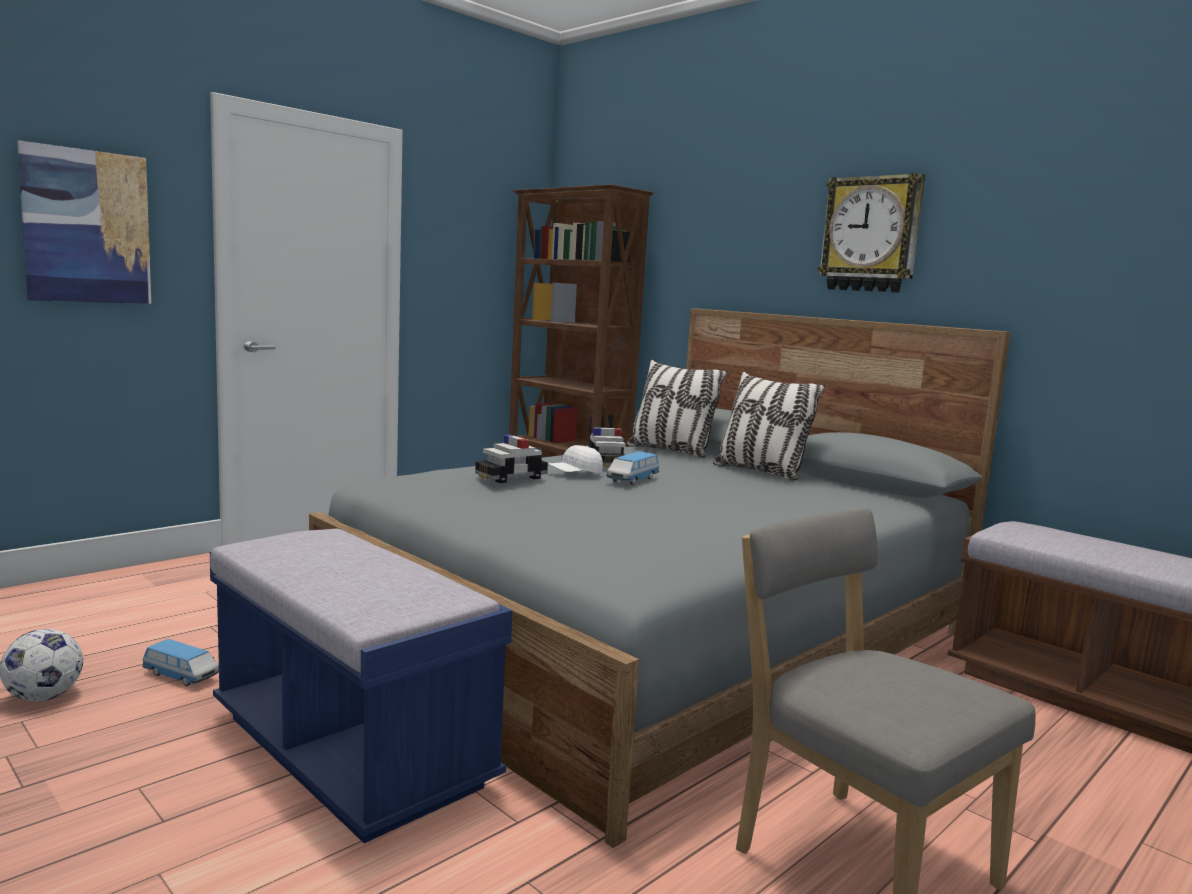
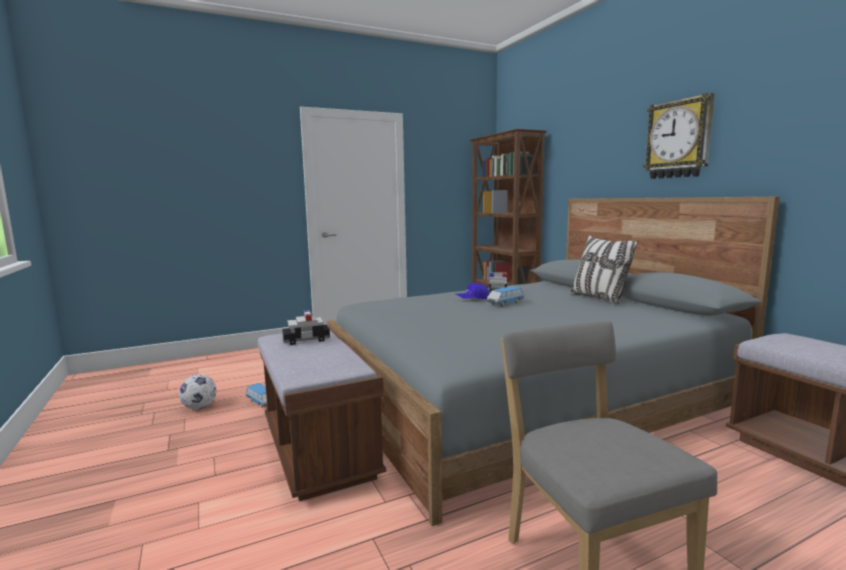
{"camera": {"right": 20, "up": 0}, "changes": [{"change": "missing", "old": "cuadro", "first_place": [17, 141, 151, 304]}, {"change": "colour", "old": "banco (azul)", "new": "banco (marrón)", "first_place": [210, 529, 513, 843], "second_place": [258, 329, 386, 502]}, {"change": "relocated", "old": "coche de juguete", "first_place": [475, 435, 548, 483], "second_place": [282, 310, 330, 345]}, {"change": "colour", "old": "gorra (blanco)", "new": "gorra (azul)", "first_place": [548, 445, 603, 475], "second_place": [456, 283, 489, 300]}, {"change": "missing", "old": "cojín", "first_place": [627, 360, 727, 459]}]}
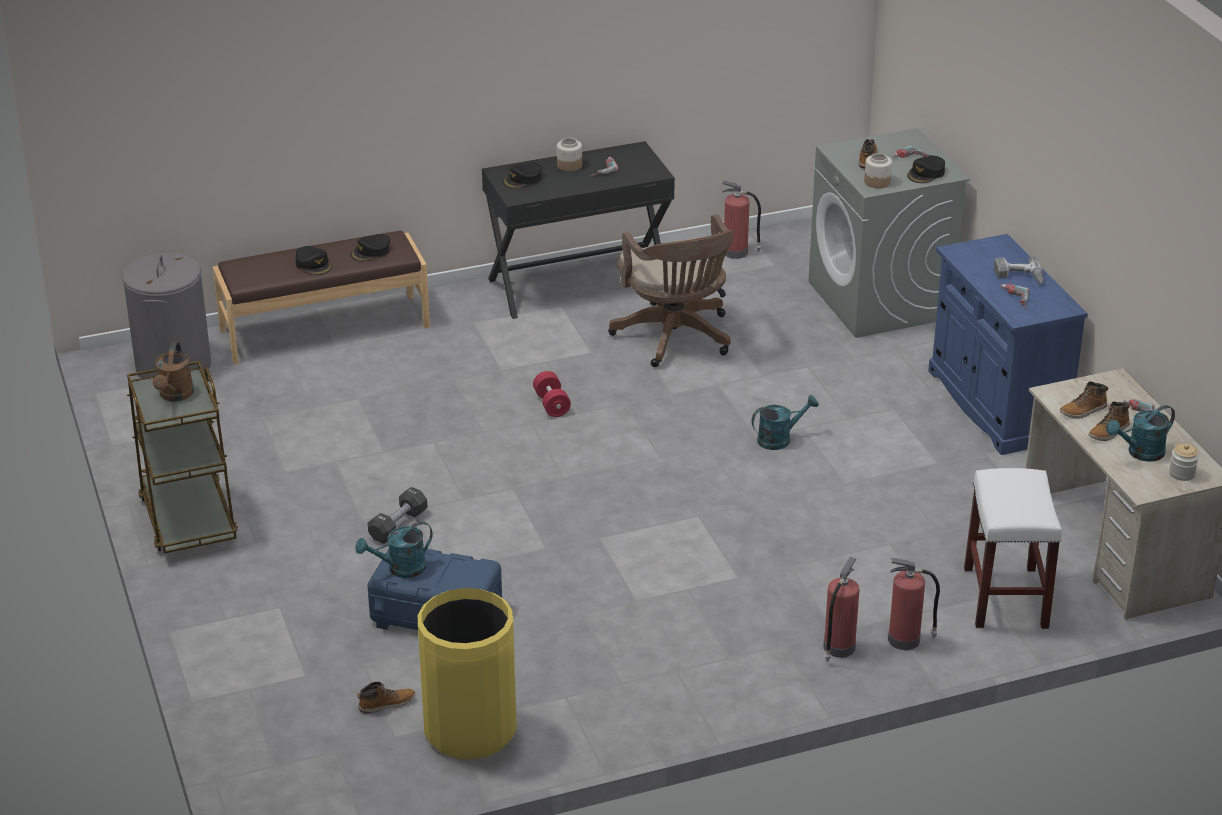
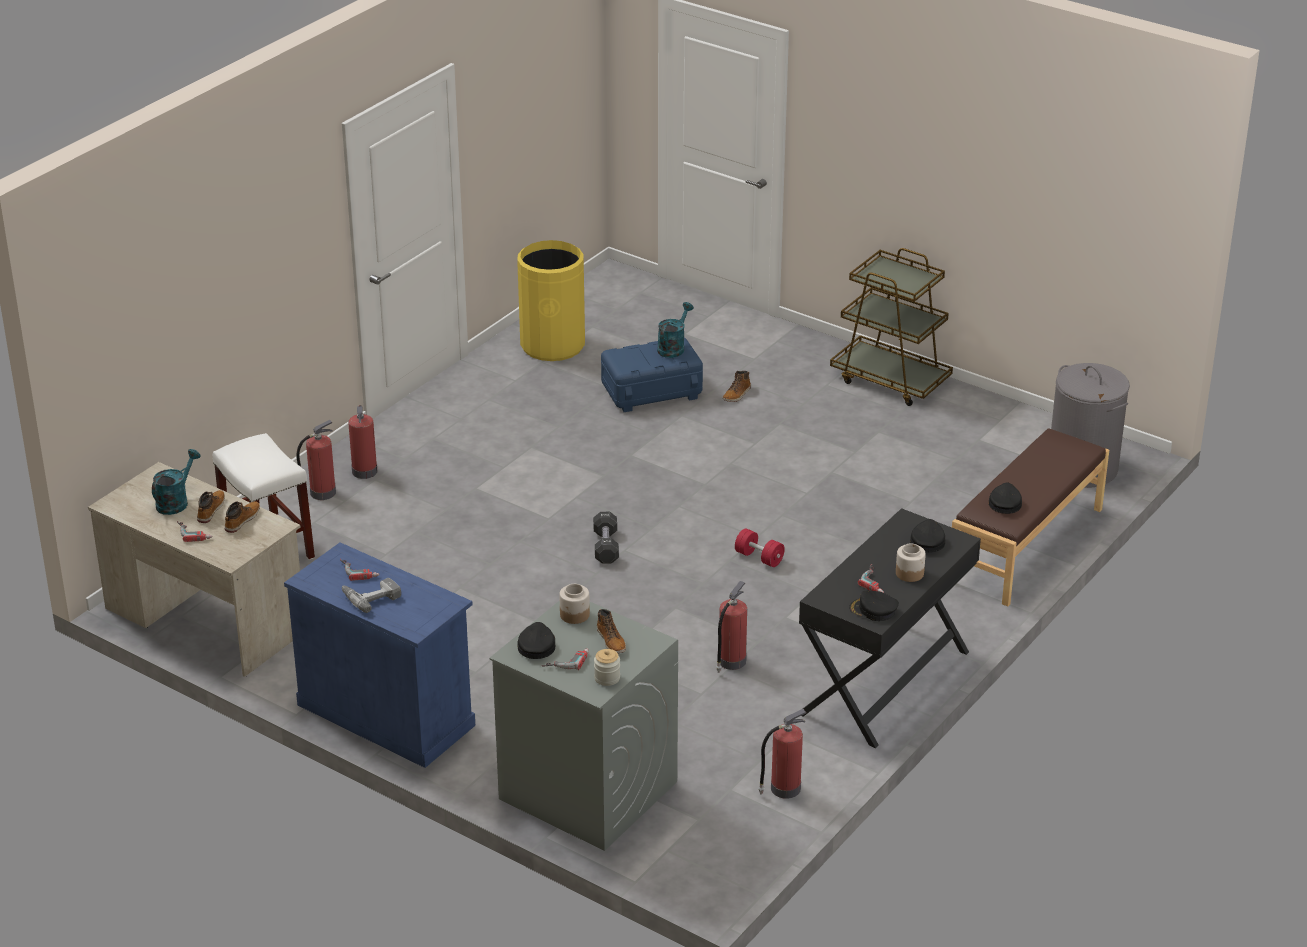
{"camera": {"right": 145, "up": 0}, "changes": [{"change": "missing", "old": "regadera (marrón)", "first_place": [153, 342, 194, 402]}, {"change": "relocated", "old": "gorra (negro)", "first_place": [296, 246, 332, 275], "second_place": [849, 590, 899, 621]}, {"change": "relocated", "old": "bota", "first_place": [357, 682, 415, 714], "second_place": [722, 371, 751, 402]}, {"change": "relocated", "old": "mancuerna (negro)", "first_place": [368, 487, 427, 544], "second_place": [593, 512, 619, 564]}, {"change": "exchanged", "old": "silla de oficina (marrón)", "new": "extintor", "first_place": [608, 214, 734, 367], "second_place": [716, 581, 747, 673]}, {"change": "missing", "old": "regadera (turquesa)", "first_place": [752, 395, 819, 450]}, {"change": "relocated", "old": "tarro", "first_place": [1169, 444, 1199, 481], "second_place": [594, 649, 620, 686]}]}
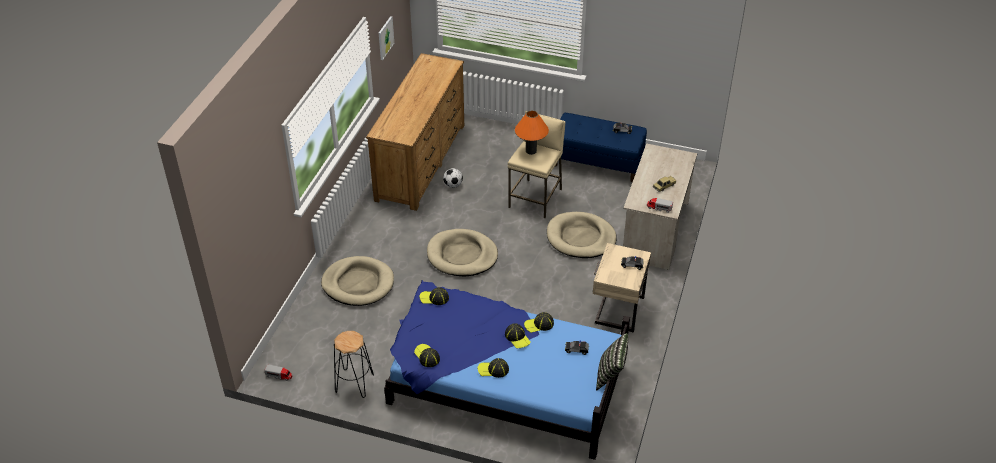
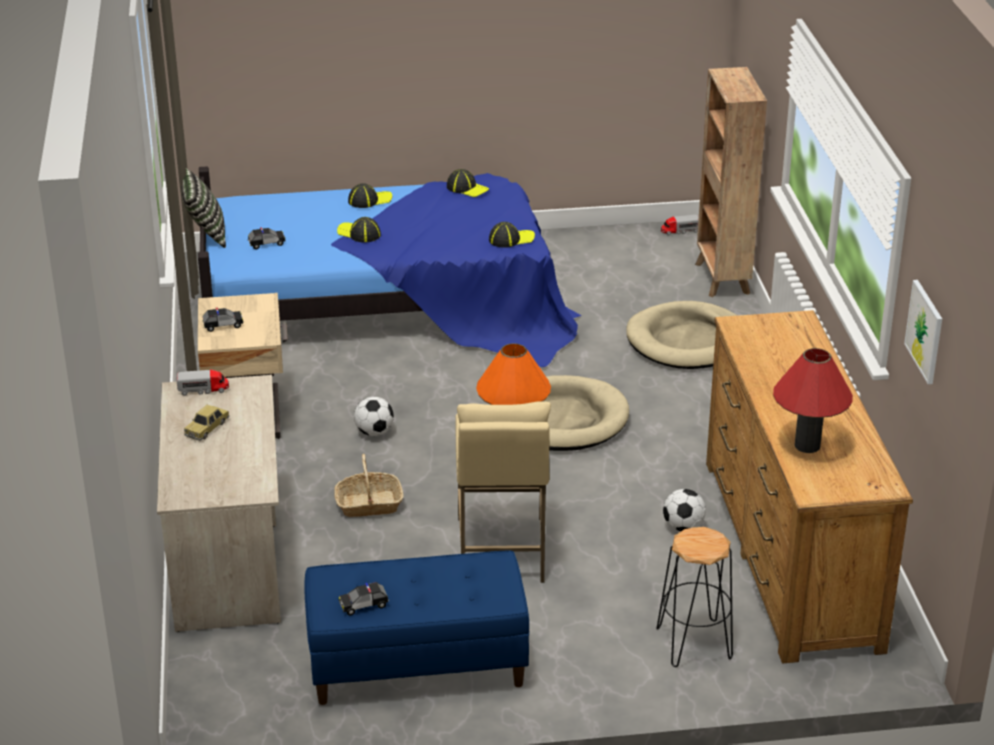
{"camera": {"right": 155, "up": -10}, "changes": [{"change": "relocated", "old": "taburete (negro)", "first_place": [334, 331, 374, 398], "second_place": [656, 527, 733, 667]}, {"change": "missing", "old": "gorra", "first_place": [524, 312, 554, 333]}, {"change": "exchanged", "old": "cama para perro (beis)", "new": "cesta", "first_place": [547, 212, 617, 258], "second_place": [334, 454, 404, 517]}, {"change": "appeared", "new": "balón de fútbol", "second_place": [354, 397, 394, 436]}, {"change": "appeared", "new": "estantería (marrón)", "second_place": [695, 67, 767, 297]}, {"change": "appeared", "new": "lámpara de mesa (rojo)", "second_place": [773, 348, 853, 453]}]}
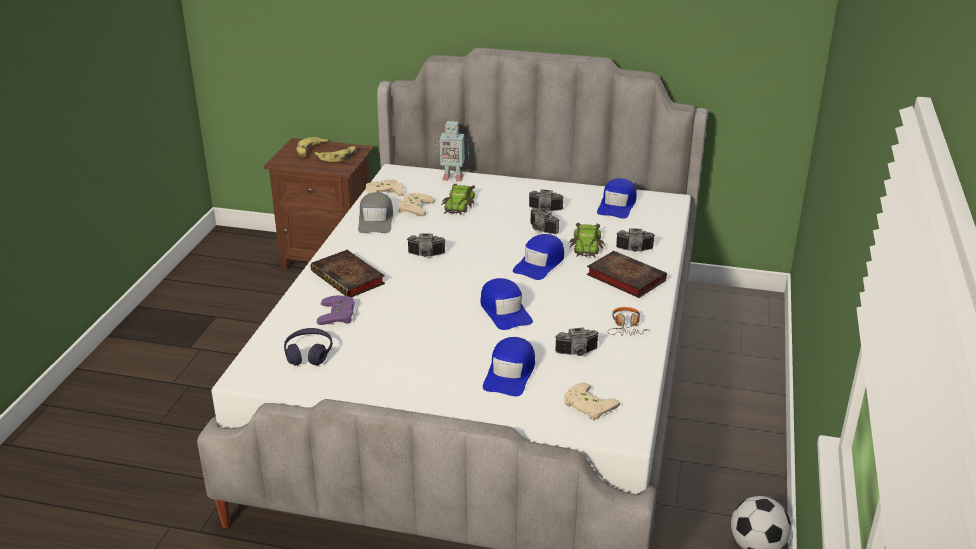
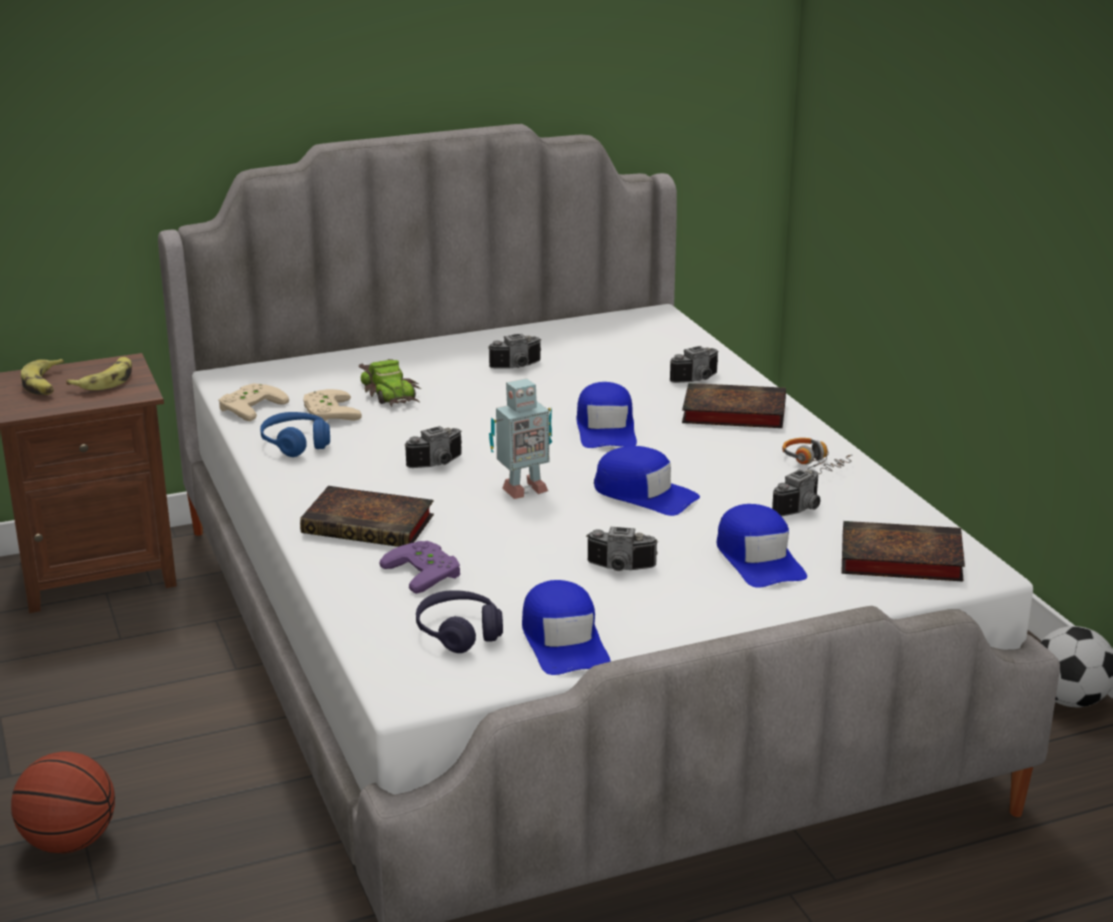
{"camera": {"right": -35, "up": -5}, "changes": [{"change": "exchanged", "old": "gorra (gris)", "new": "auriculares (azul)", "first_place": [358, 192, 393, 233], "second_place": [260, 412, 330, 457]}, {"change": "relocated", "old": "robot de juguete", "first_place": [435, 121, 469, 182], "second_place": [489, 378, 552, 499]}, {"change": "relocated", "old": "cámara", "first_place": [530, 208, 559, 234], "second_place": [587, 527, 658, 571]}, {"change": "exchanged", "old": "mando de consola (beis)", "new": "libro", "first_place": [564, 383, 620, 421], "second_place": [841, 521, 965, 582]}, {"change": "missing", "old": "coche de juguete", "first_place": [569, 223, 605, 259]}, {"change": "relocated", "old": "gorra (azul)", "first_place": [597, 178, 637, 219], "second_place": [522, 580, 611, 675]}, {"change": "appeared", "new": "balón de baloncesto", "second_place": [11, 751, 115, 853]}]}
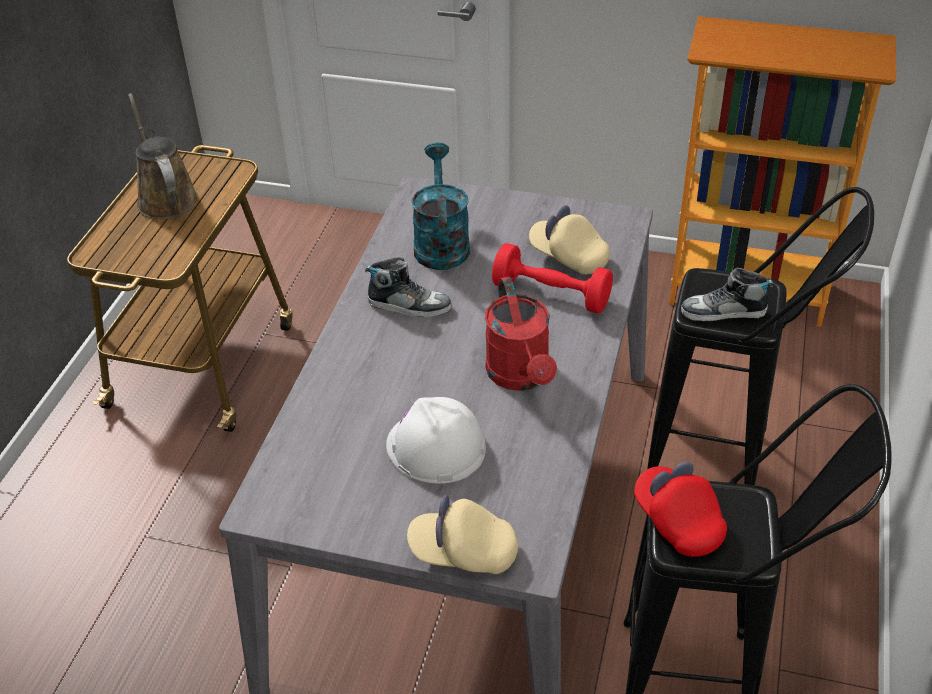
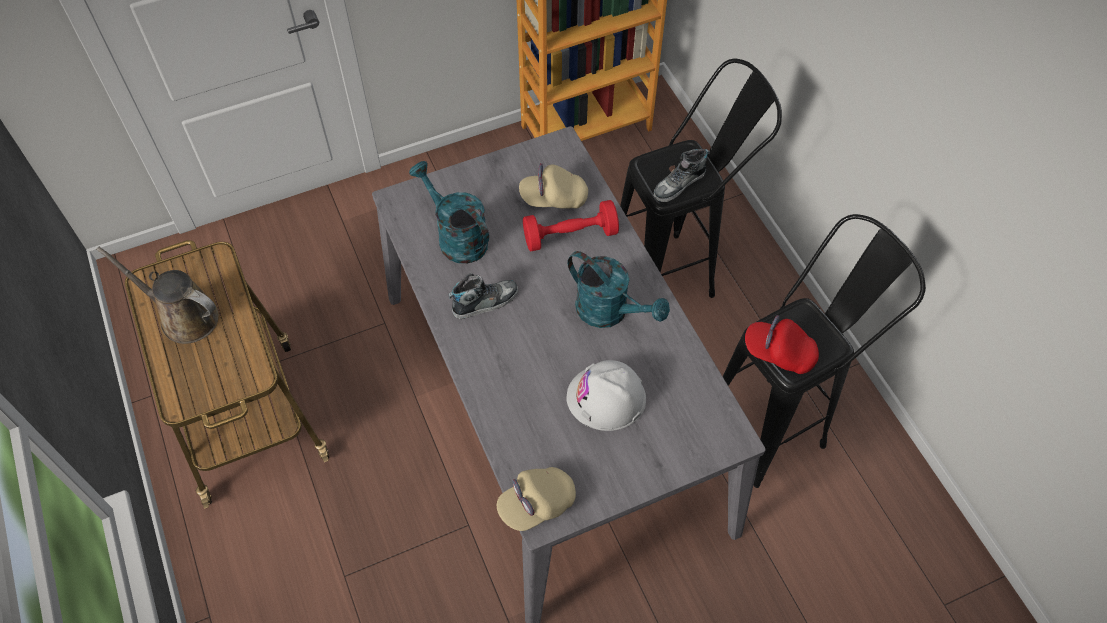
{"camera": {"right": -40, "up": 15}, "changes": [{"change": "relocated", "old": "gorra (beis)", "first_place": [407, 495, 519, 574], "second_place": [497, 467, 576, 531]}, {"change": "colour", "old": "regadera (rojo)", "new": "regadera (turquesa)", "first_place": [485, 277, 557, 391], "second_place": [567, 251, 670, 328]}]}
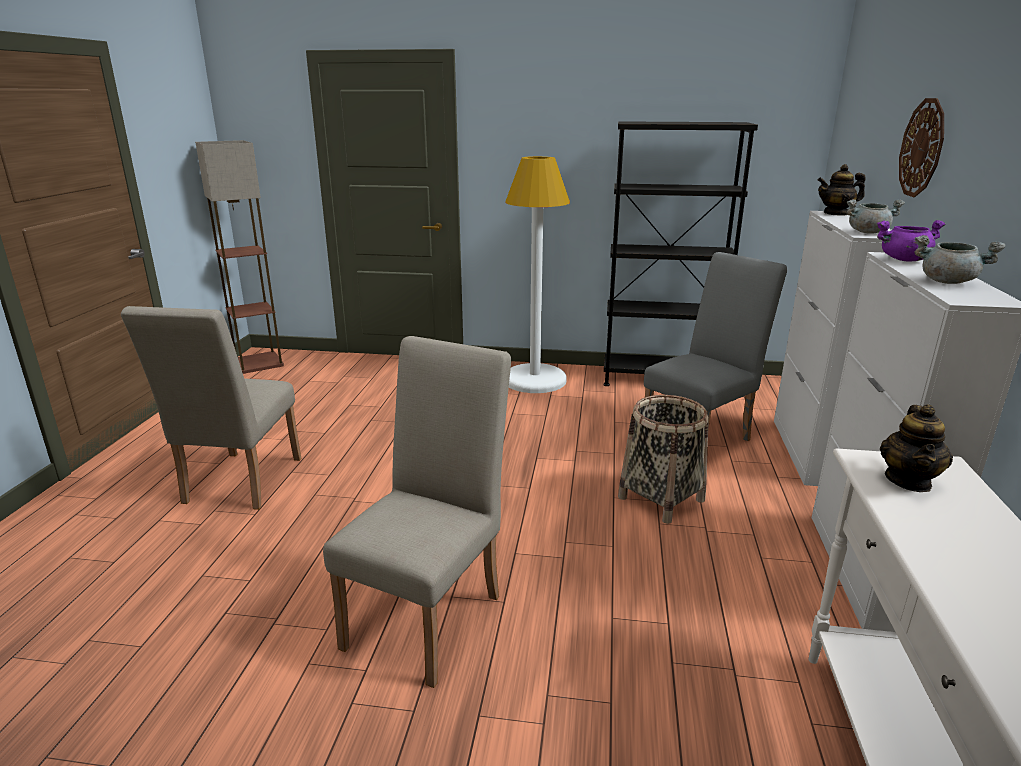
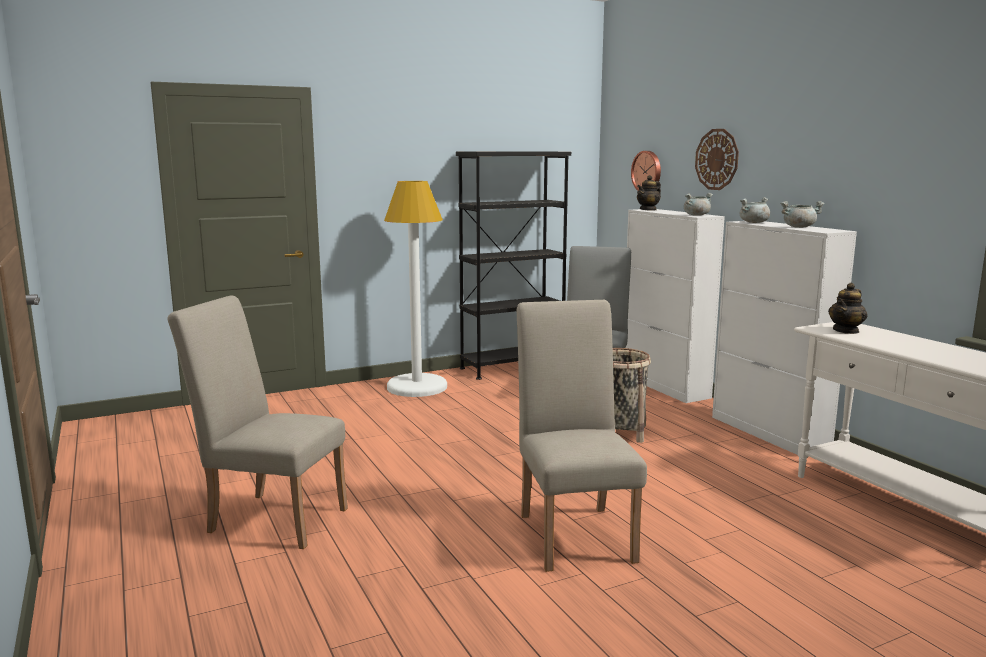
{"camera": {"right": -35, "up": -10}, "changes": [{"change": "spun", "old": "silla (beis)", "first_place": [121, 306, 302, 510], "second_place": [167, 295, 348, 549], "degrees": 135}, {"change": "missing", "old": "lámpara de pie", "first_place": [195, 140, 284, 374]}, {"change": "colour", "old": "olla (morado)", "new": "olla (gris)", "first_place": [877, 220, 946, 261], "second_place": [740, 197, 770, 223]}, {"change": "spun", "old": "tetera", "first_place": [880, 404, 953, 492], "second_place": [828, 283, 867, 334], "degrees": 60}, {"change": "appeared", "new": "reloj de pared", "second_place": [631, 151, 661, 191]}]}
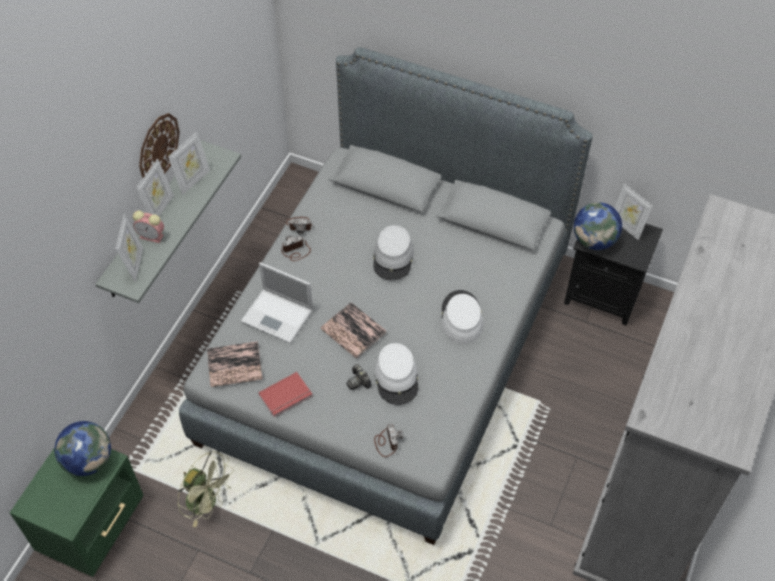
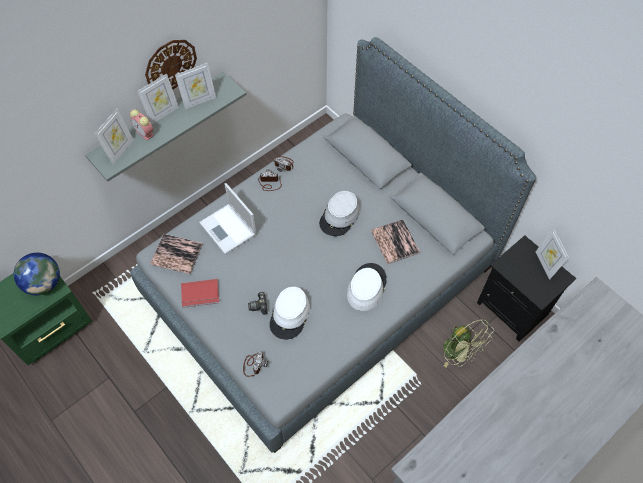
{"camera": {"right": 25, "up": 5}, "changes": [{"change": "relocated", "old": "ventilador (verde)", "first_place": [178, 451, 234, 527], "second_place": [443, 319, 494, 367]}, {"change": "relocated", "old": "libro", "first_place": [320, 302, 387, 359], "second_place": [371, 219, 420, 264]}, {"change": "missing", "old": "globo terráqueo", "first_place": [574, 202, 622, 250]}]}
